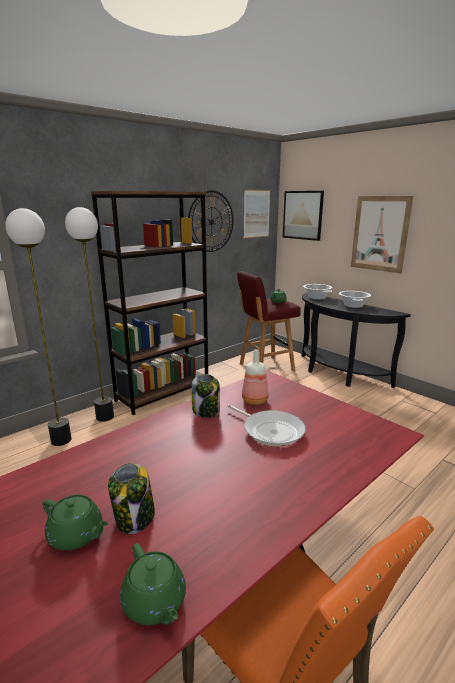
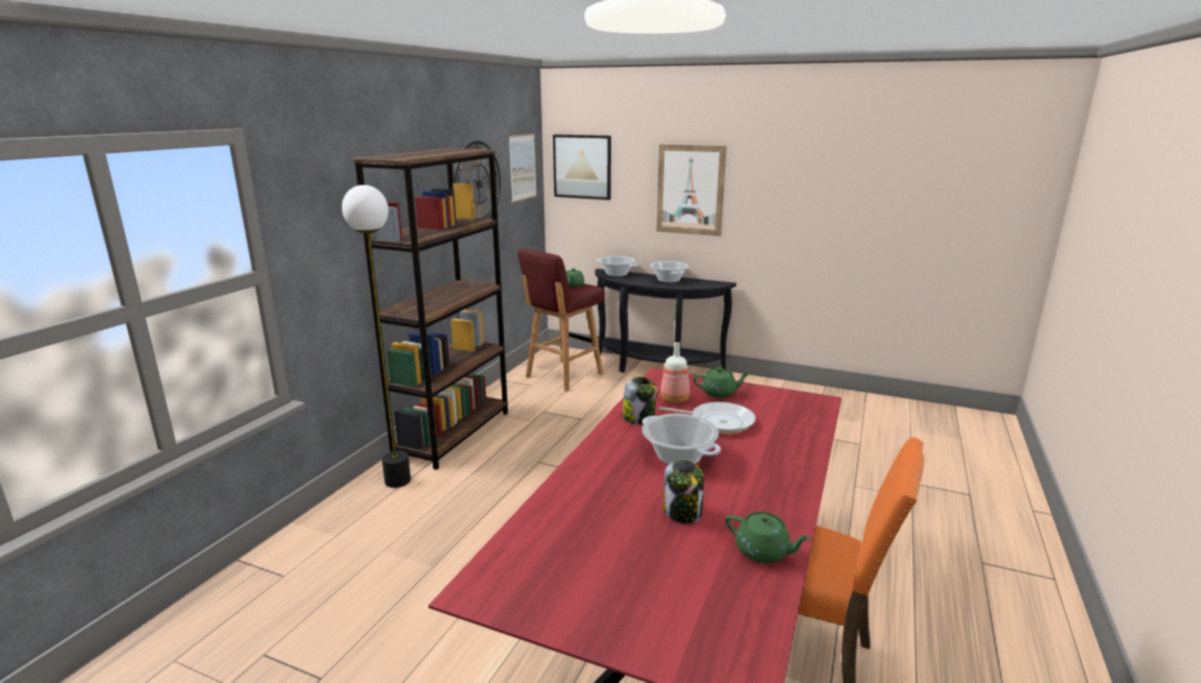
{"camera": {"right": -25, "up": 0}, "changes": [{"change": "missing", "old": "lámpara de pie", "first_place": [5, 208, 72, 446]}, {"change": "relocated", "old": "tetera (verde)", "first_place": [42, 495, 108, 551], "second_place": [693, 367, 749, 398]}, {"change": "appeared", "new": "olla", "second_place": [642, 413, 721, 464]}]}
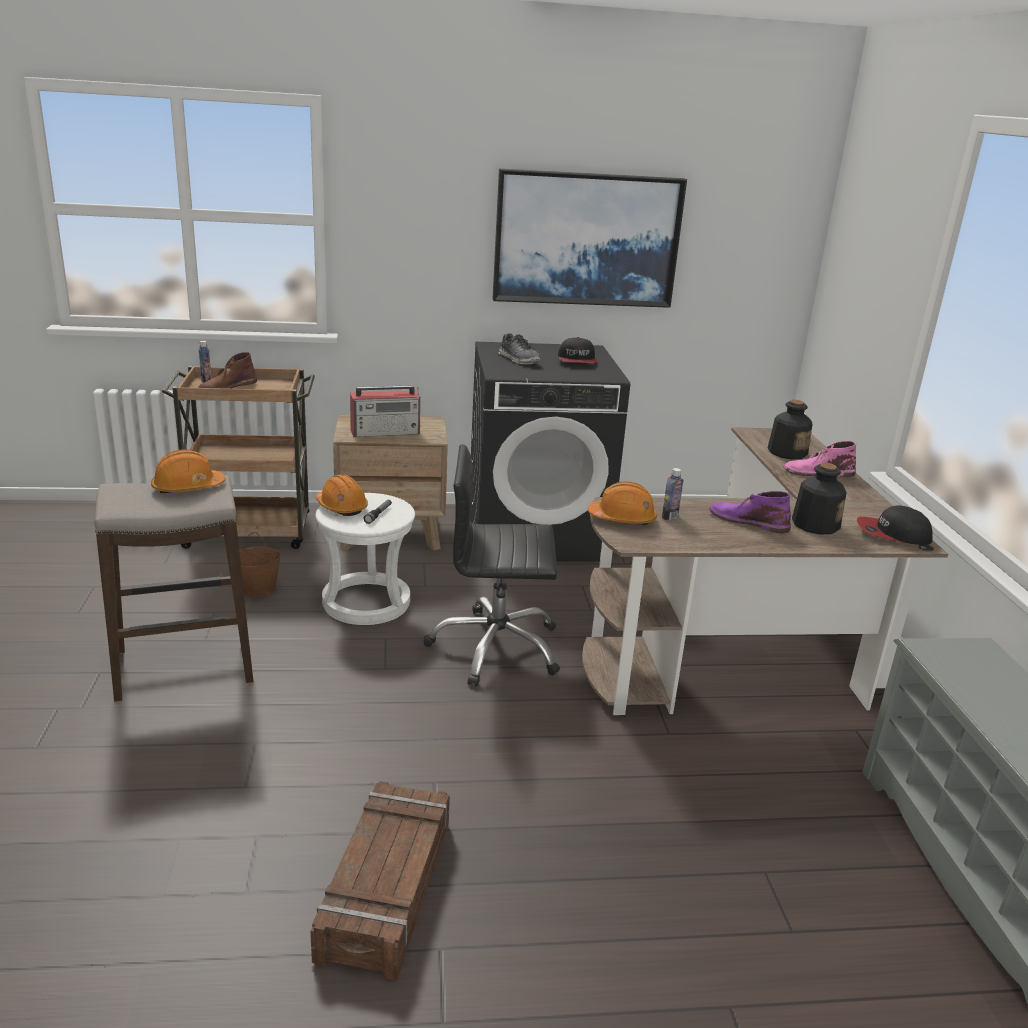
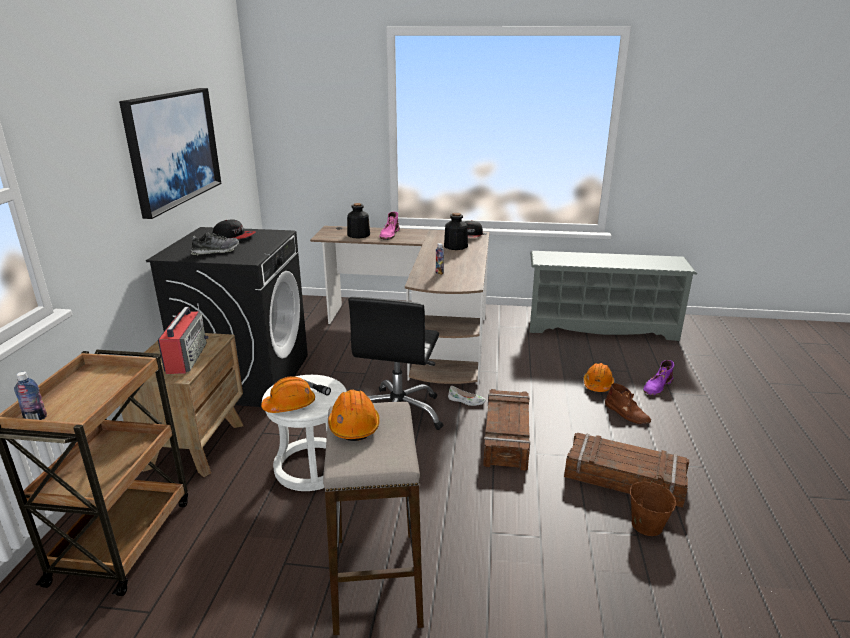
{"camera": {"right": -75, "up": 0}, "changes": [{"change": "relocated", "old": "bota (marrón)", "first_place": [198, 352, 257, 389], "second_place": [605, 383, 651, 424]}, {"change": "relocated", "old": "cubo (marrón)", "first_place": [239, 532, 281, 597], "second_place": [630, 475, 676, 536]}, {"change": "relocated", "old": "casco (naranja)", "first_place": [587, 481, 657, 525], "second_place": [584, 363, 614, 392]}, {"change": "relocated", "old": "bota (morado)", "first_place": [709, 491, 791, 534], "second_place": [643, 360, 674, 396]}, {"change": "appeared", "new": "zapato (blanco)", "second_place": [448, 386, 486, 406]}, {"change": "appeared", "new": "caja de embalaje", "second_place": [483, 389, 530, 471]}]}
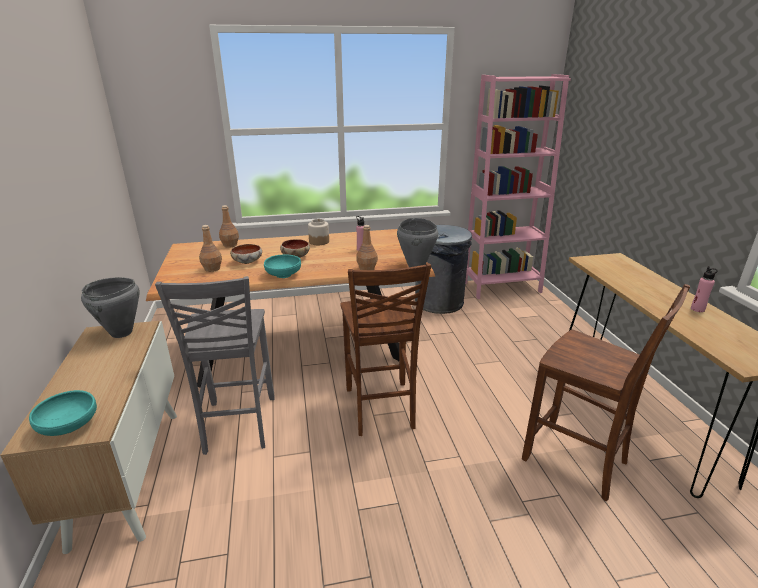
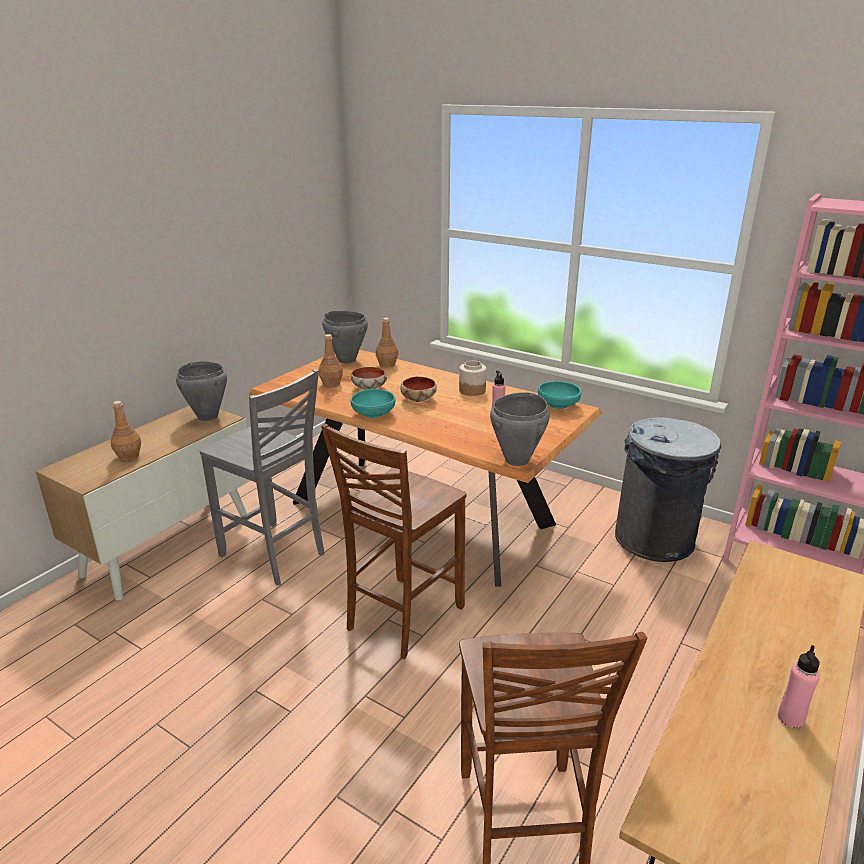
{"camera": {"right": 45, "up": 0}, "changes": [{"change": "relocated", "old": "cuenco (turquesa)", "first_place": [29, 390, 97, 436], "second_place": [538, 381, 581, 409]}, {"change": "spun", "old": "silla (gris)", "first_place": [155, 276, 275, 455], "second_place": [200, 369, 324, 586], "degrees": -90}, {"change": "relocated", "old": "botella (marrón)", "first_place": [356, 225, 378, 270], "second_place": [110, 401, 141, 461]}, {"change": "appeared", "new": "olla (gris)", "second_place": [322, 311, 368, 363]}]}
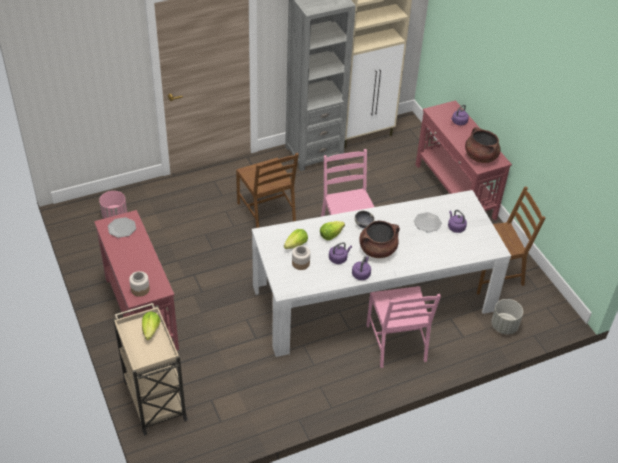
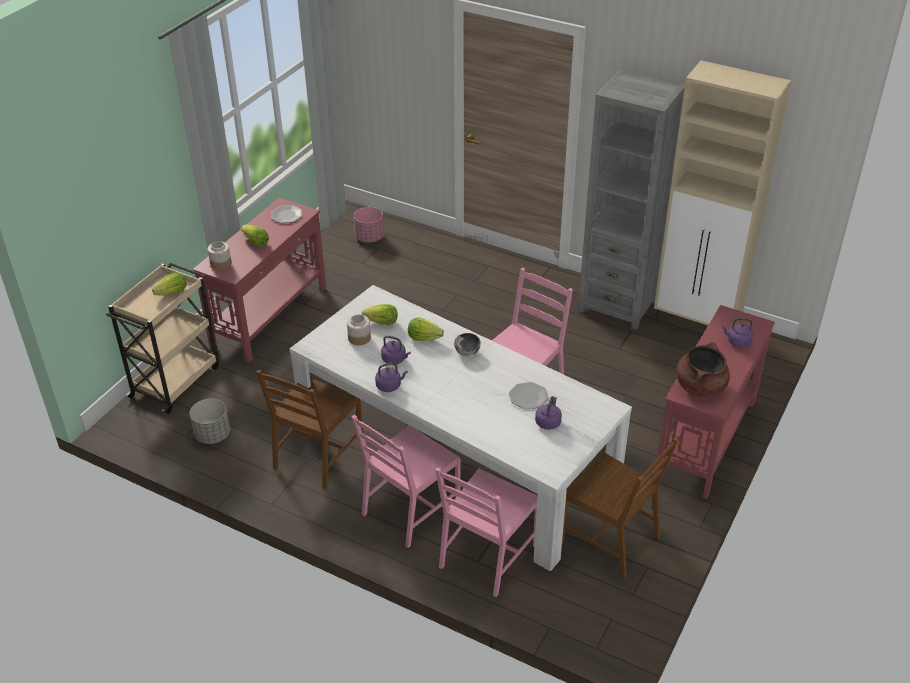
{"camera": {"right": 55, "up": -5}, "changes": [{"change": "relocated", "old": "silla (marrón)", "first_place": [236, 153, 299, 228], "second_place": [256, 370, 363, 489]}, {"change": "missing", "old": "olla (marrón)", "first_place": [359, 221, 400, 258]}, {"change": "relocated", "old": "maceta (gris)", "first_place": [491, 299, 523, 334], "second_place": [190, 398, 230, 444]}, {"change": "appeared", "new": "lechuga", "second_place": [241, 225, 269, 247]}, {"change": "appeared", "new": "silla (rosa)", "second_place": [435, 467, 537, 597]}]}
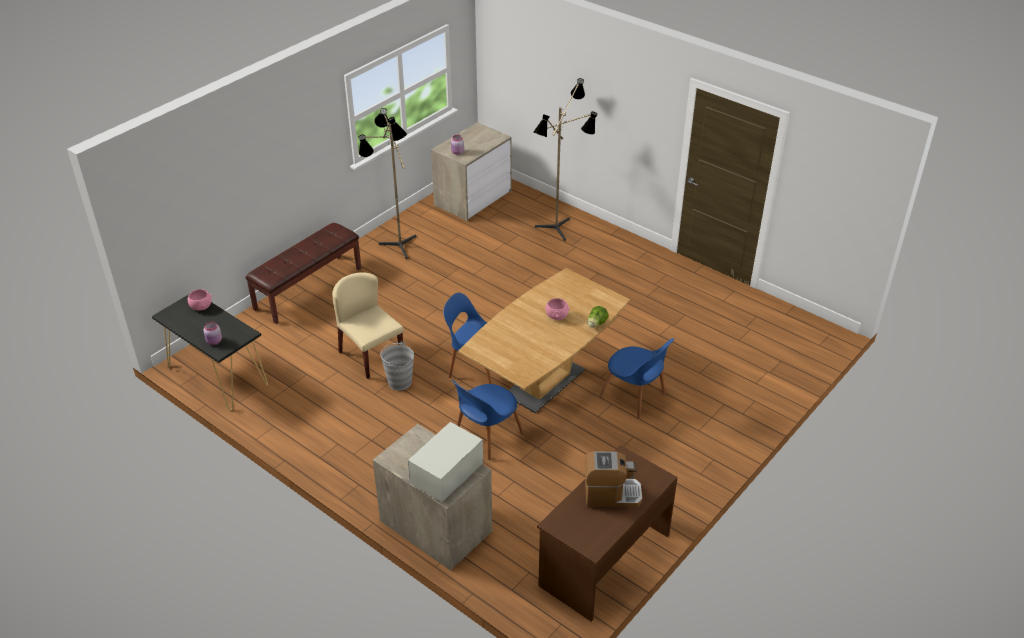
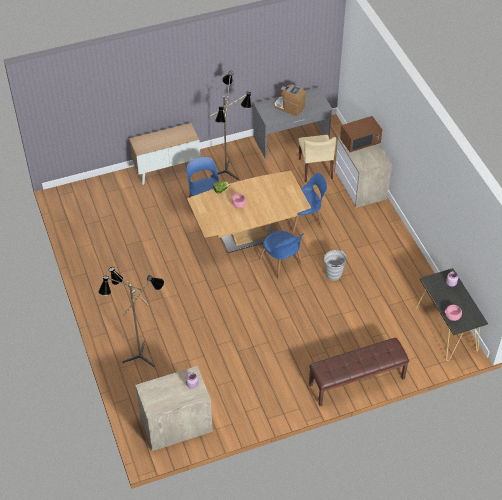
{"camera": {"right": -150, "up": 10}, "changes": [{"change": "relocated", "old": "silla (beis)", "first_place": [332, 272, 404, 379], "second_place": [298, 135, 336, 182]}, {"change": "relocated", "old": "lámpara de pie", "first_place": [358, 108, 416, 259], "second_place": [211, 71, 251, 180]}, {"change": "colour", "old": "microondas (blanco)", "new": "microondas (marrón)", "first_place": [408, 422, 483, 503], "second_place": [340, 116, 382, 152]}, {"change": "colour", "old": "escritorio (marrón)", "new": "escritorio (gris)", "first_place": [537, 445, 678, 622], "second_place": [253, 87, 333, 159]}, {"change": "appeared", "new": "armario", "second_place": [129, 123, 200, 185]}]}
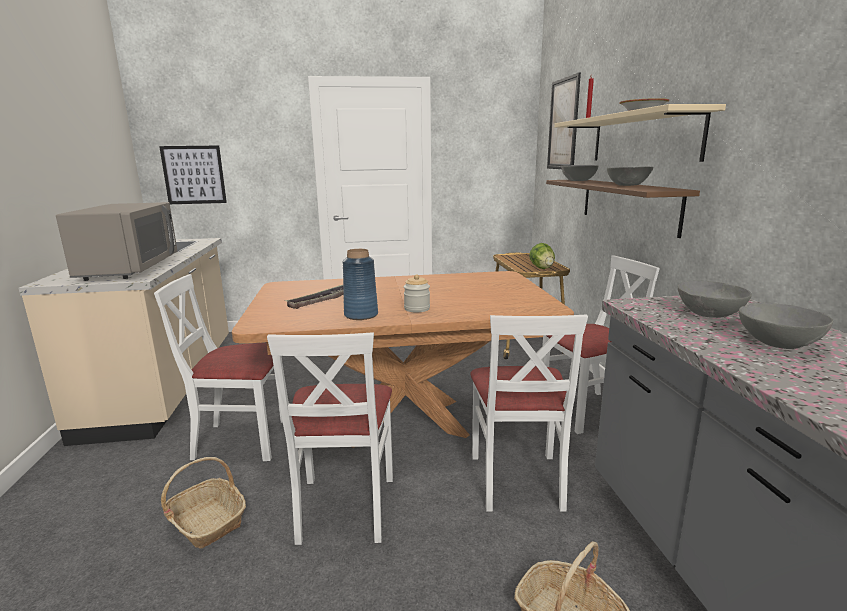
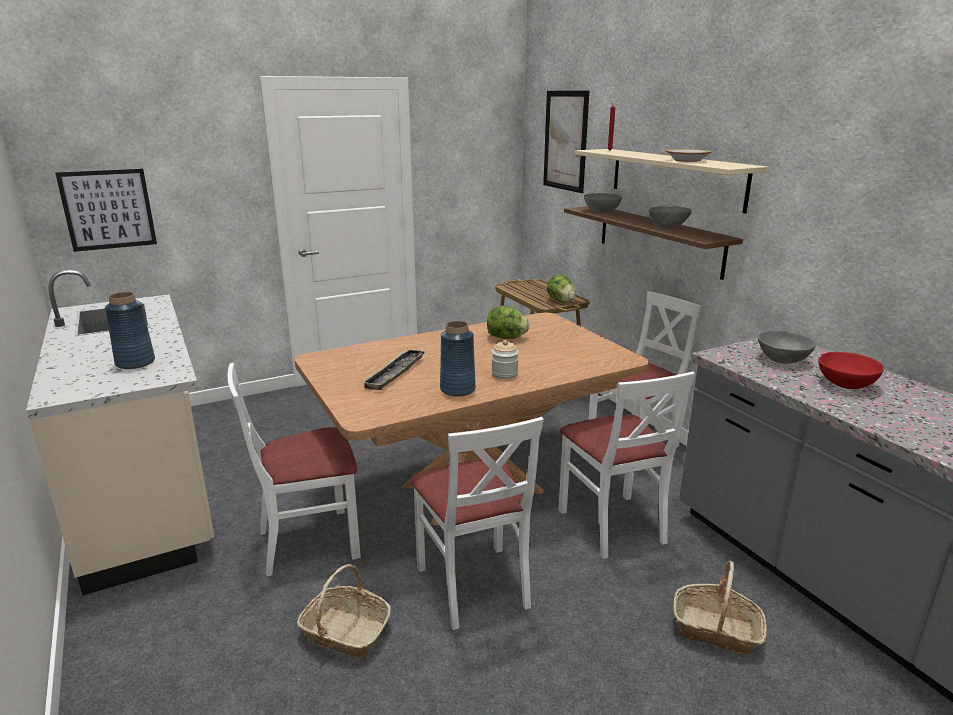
{"camera": {"right": -20, "up": 5}, "changes": [{"change": "exchanged", "old": "microondas (gris)", "new": "florero (azul)", "first_place": [56, 202, 177, 281], "second_place": [105, 292, 155, 369]}, {"change": "colour", "old": "cuenco (gris)", "new": "cuenco (rojo)", "first_place": [739, 303, 833, 349], "second_place": [818, 352, 884, 389]}, {"change": "appeared", "new": "lechuga", "second_place": [487, 306, 530, 339]}]}
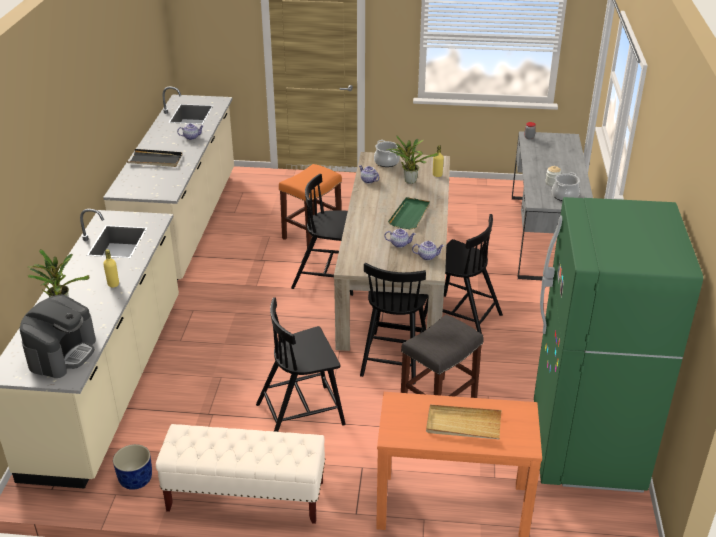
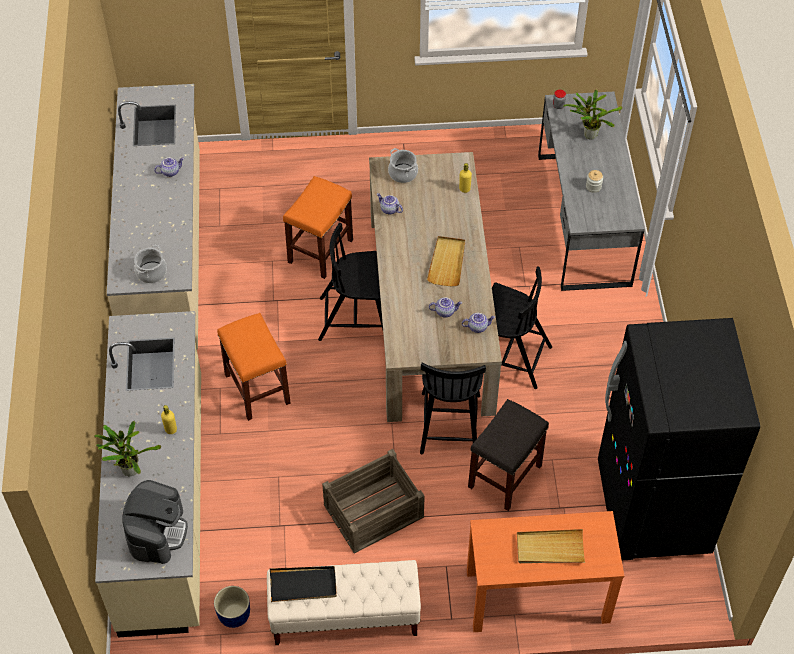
{"camera": {"right": -10, "up": 20}, "changes": [{"change": "relocated", "old": "bandeja (negro)", "first_place": [127, 149, 183, 167], "second_place": [270, 566, 337, 602]}, {"change": "exchanged", "old": "silla (negro)", "new": "caja de embalaje", "first_place": [256, 297, 346, 432], "second_place": [322, 449, 425, 554]}, {"change": "relocated", "old": "planta en maceta", "first_place": [387, 136, 439, 184], "second_place": [563, 90, 622, 140]}, {"change": "colour", "old": "bandeja (verde)", "new": "bandeja (beis)", "first_place": [388, 197, 430, 229], "second_place": [427, 236, 465, 286]}, {"change": "colour", "old": "nevera (verde)", "new": "nevera (negro)", "first_place": [534, 197, 703, 493], "second_place": [598, 318, 760, 560]}, {"change": "relocated", "old": "olla", "first_place": [552, 172, 580, 201], "second_place": [134, 245, 167, 283]}, {"change": "appeared", "new": "taburete (naranja)", "second_place": [217, 313, 291, 421]}]}
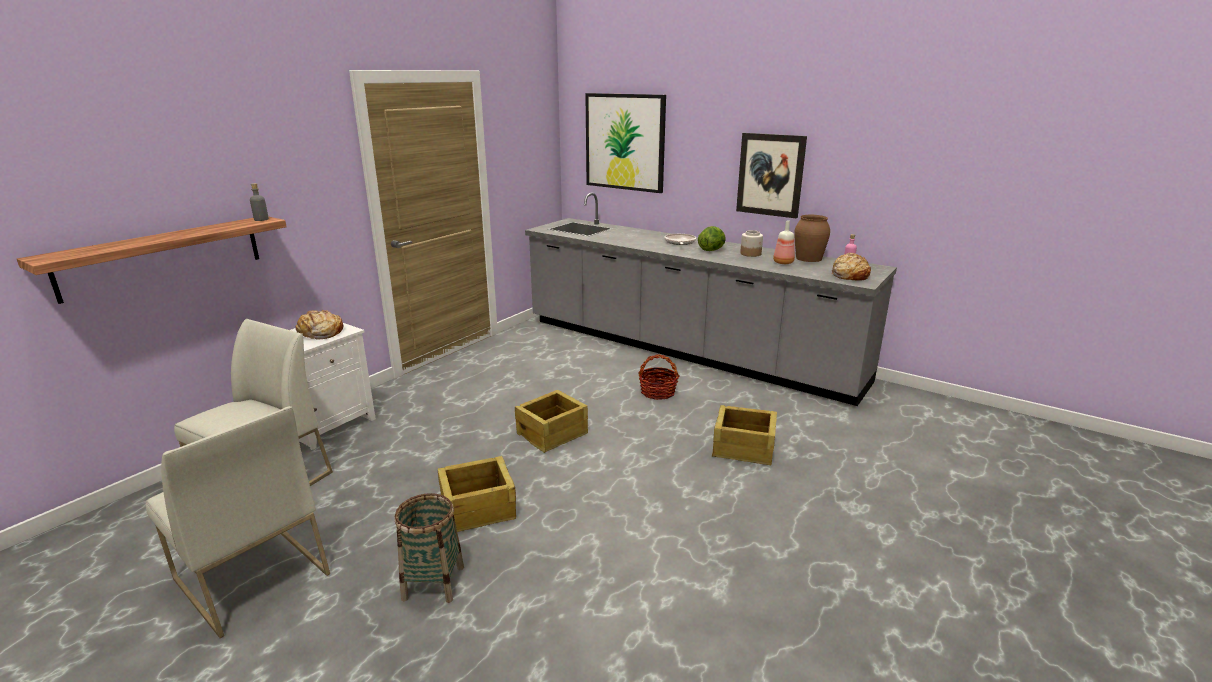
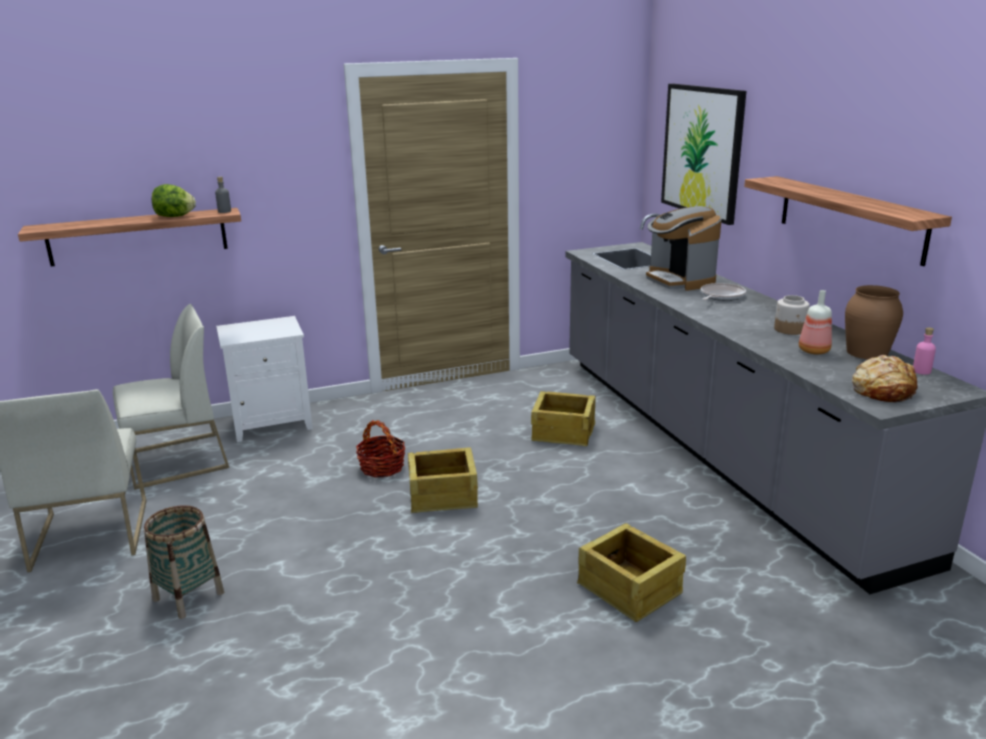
{"camera": {"right": 35, "up": 0}, "changes": [{"change": "missing", "old": "pan", "first_place": [295, 310, 343, 339]}, {"change": "relocated", "old": "caja de embalaje", "first_place": [438, 456, 516, 532], "second_place": [531, 391, 596, 446]}, {"change": "relocated", "old": "cesta", "first_place": [638, 354, 680, 400], "second_place": [356, 420, 406, 478]}, {"change": "relocated", "old": "lechuga", "first_place": [698, 226, 726, 251], "second_place": [152, 184, 196, 217]}, {"change": "exchanged", "old": "cuadro", "new": "estante", "first_place": [736, 133, 807, 219], "second_place": [744, 176, 952, 266]}, {"change": "appeared", "new": "cafetera", "second_place": [646, 206, 722, 291]}]}
